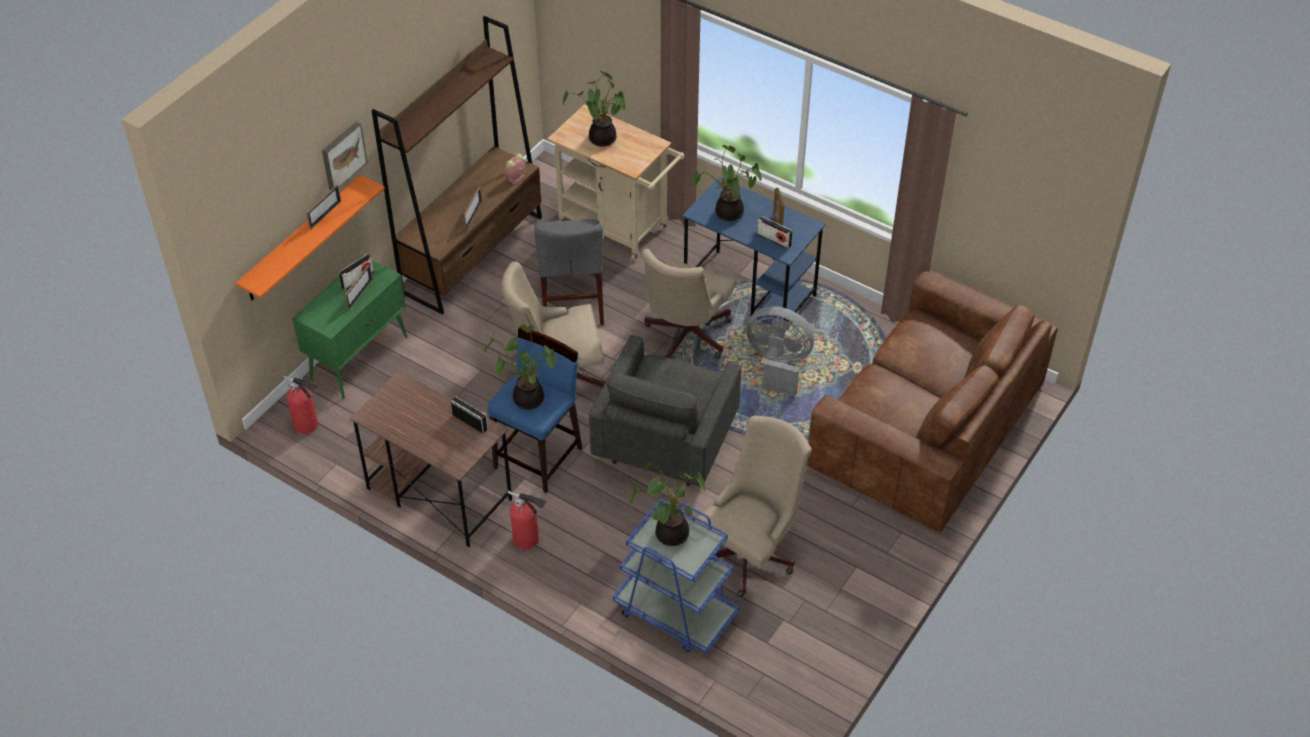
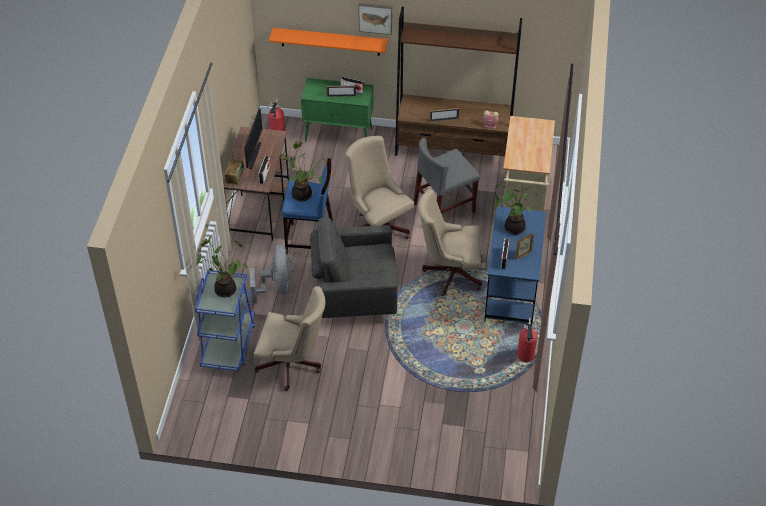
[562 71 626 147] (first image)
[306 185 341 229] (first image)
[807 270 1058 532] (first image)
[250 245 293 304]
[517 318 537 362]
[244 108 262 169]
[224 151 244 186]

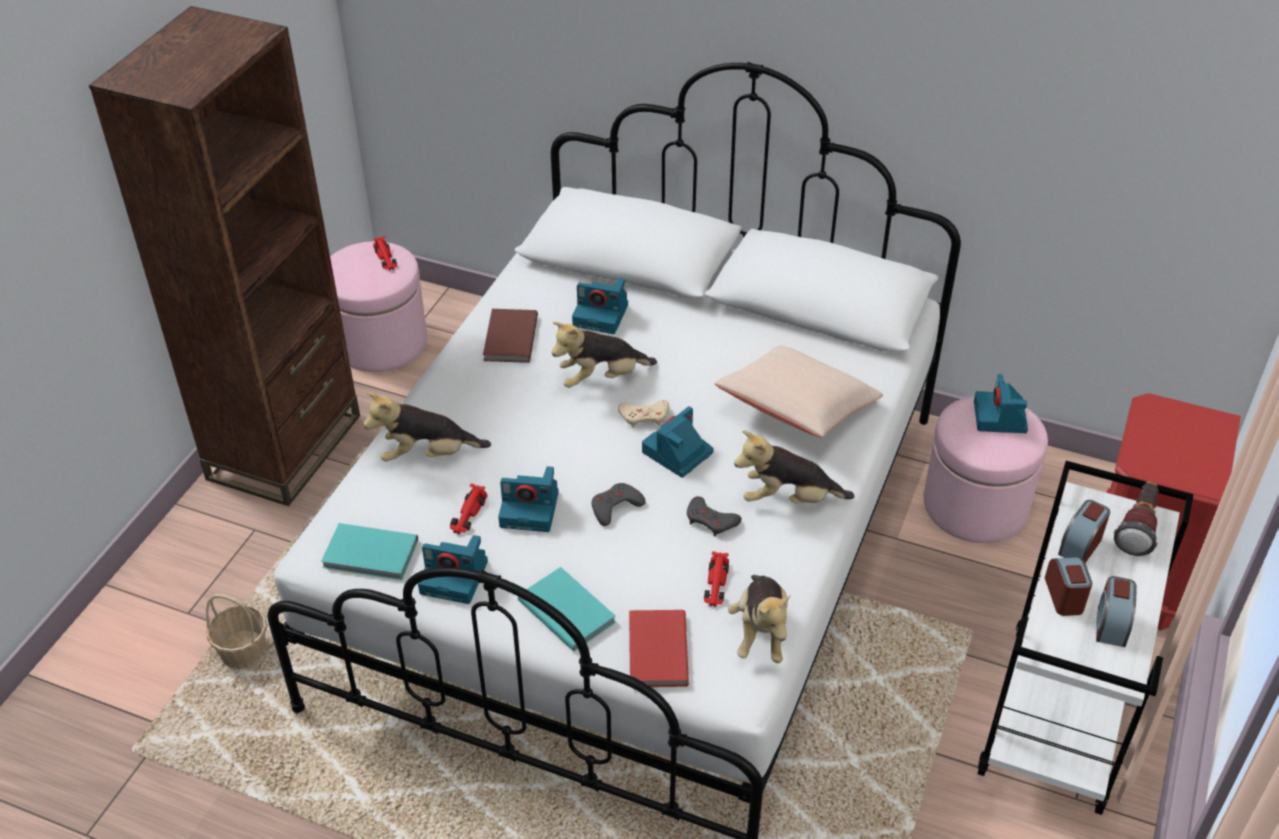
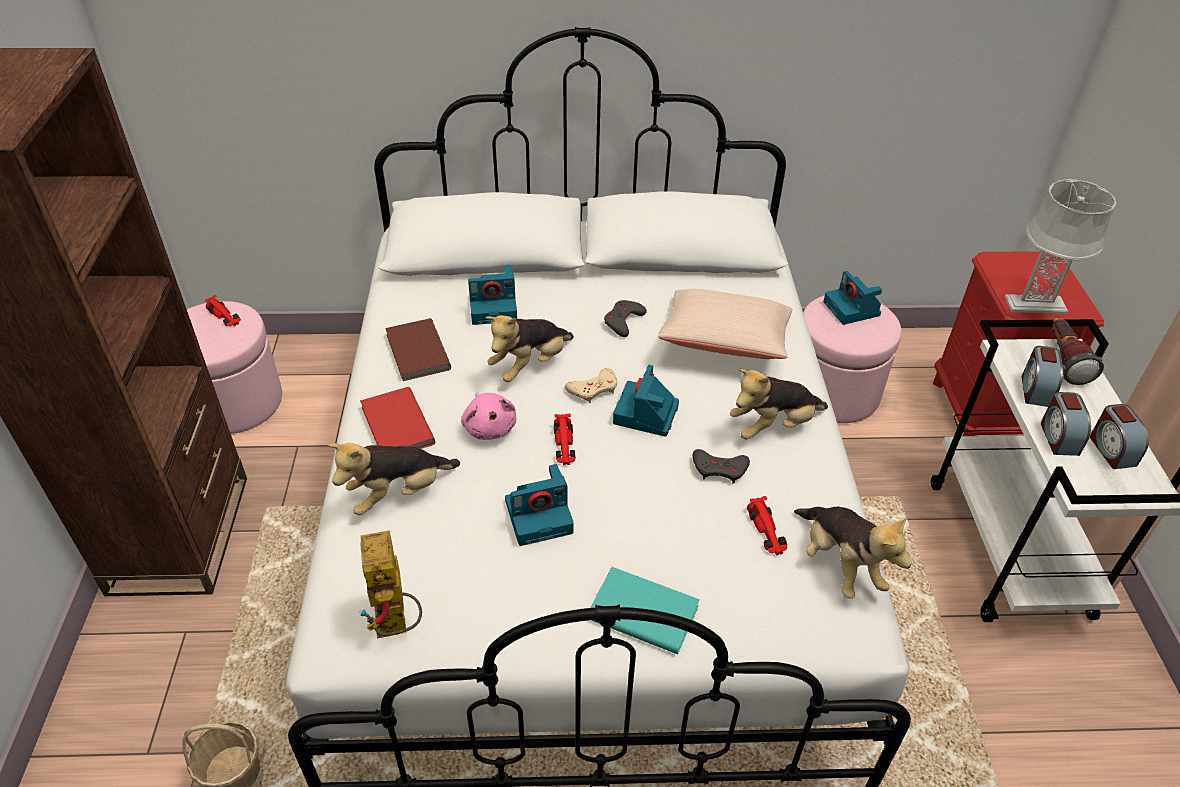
[554 414 576 465]
[604 300 647 337]
[359 531 422 638]
[418 535 488 604] (first image)
[1041 392 1091 456]
[360 387 435 449]
[1004 179 1116 314]
[461 393 516 440]

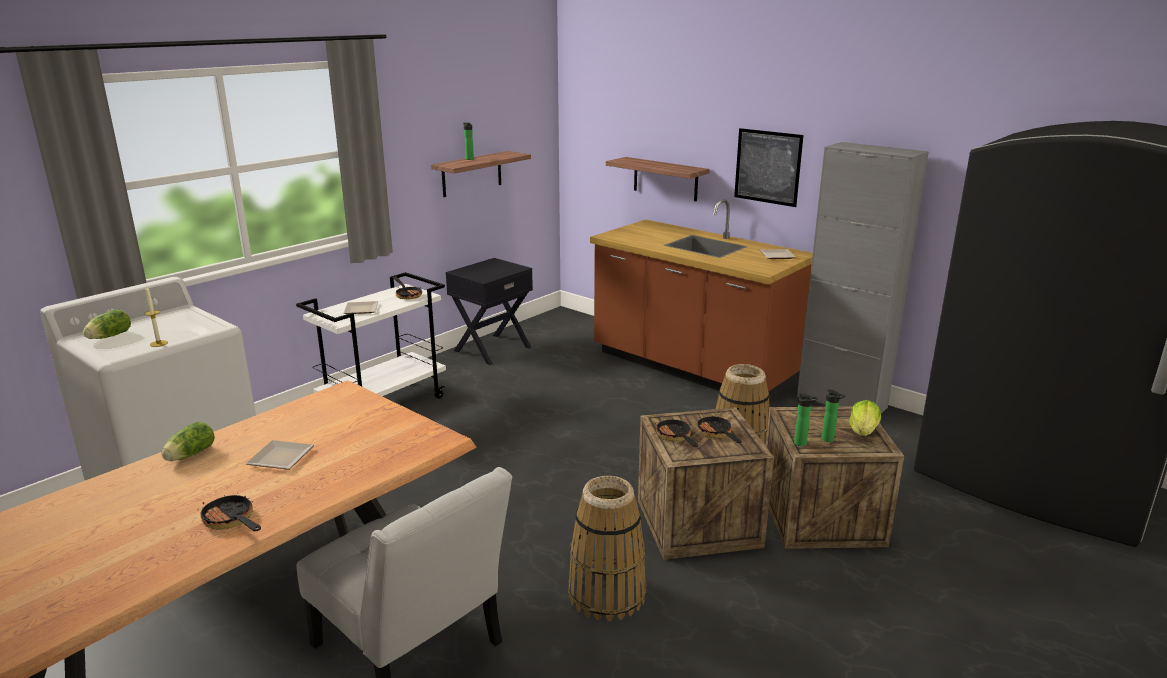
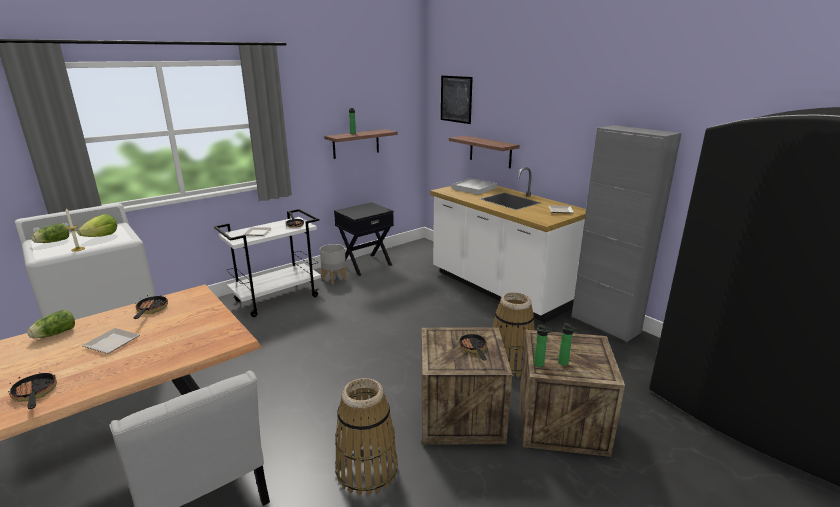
[441 75 473 124]
[430 167 586 323]
[77 214 117 237]
[133 295 168 319]
[452 178 497 195]
[320 244 347 285]

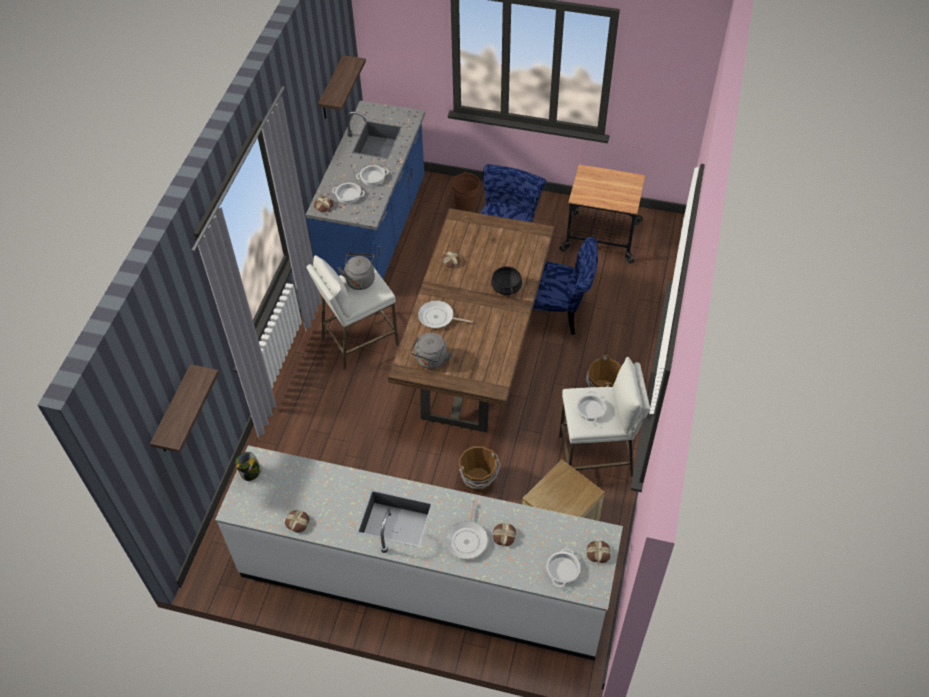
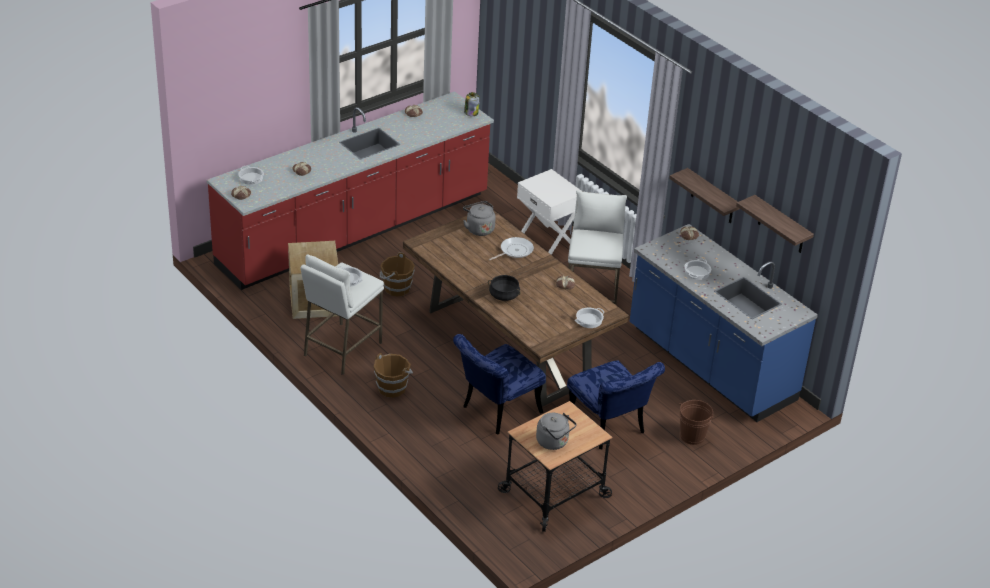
[575 308 604 328]
[536 413 577 450]
[669 168 740 223]
[207 91 494 290]
[445 501 488 559] (first image)
[517 169 581 255]

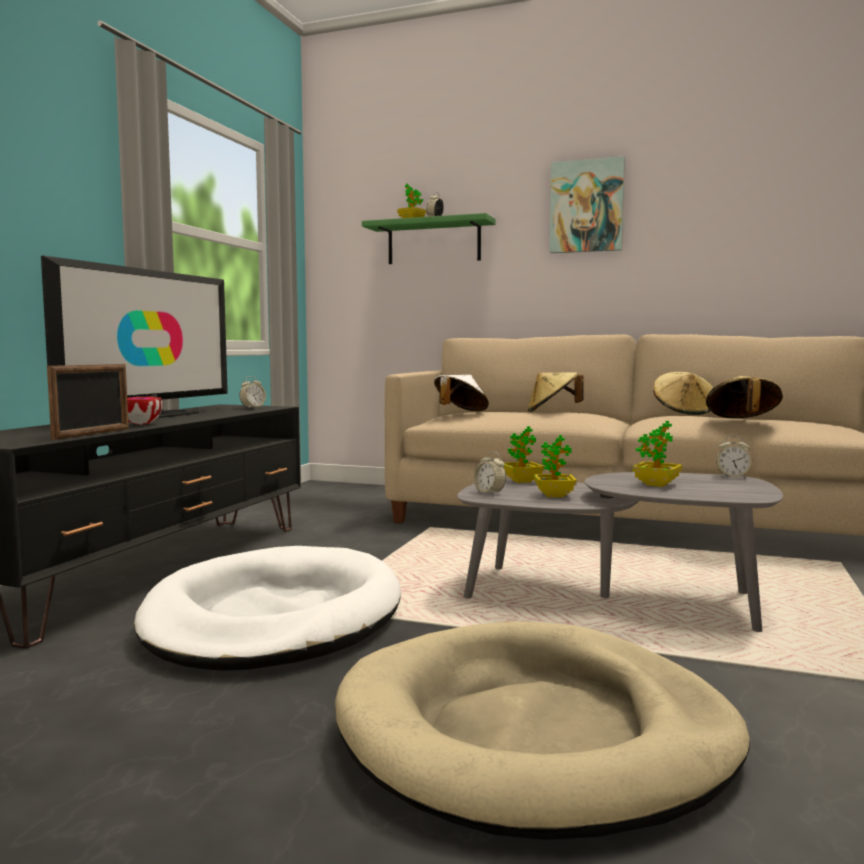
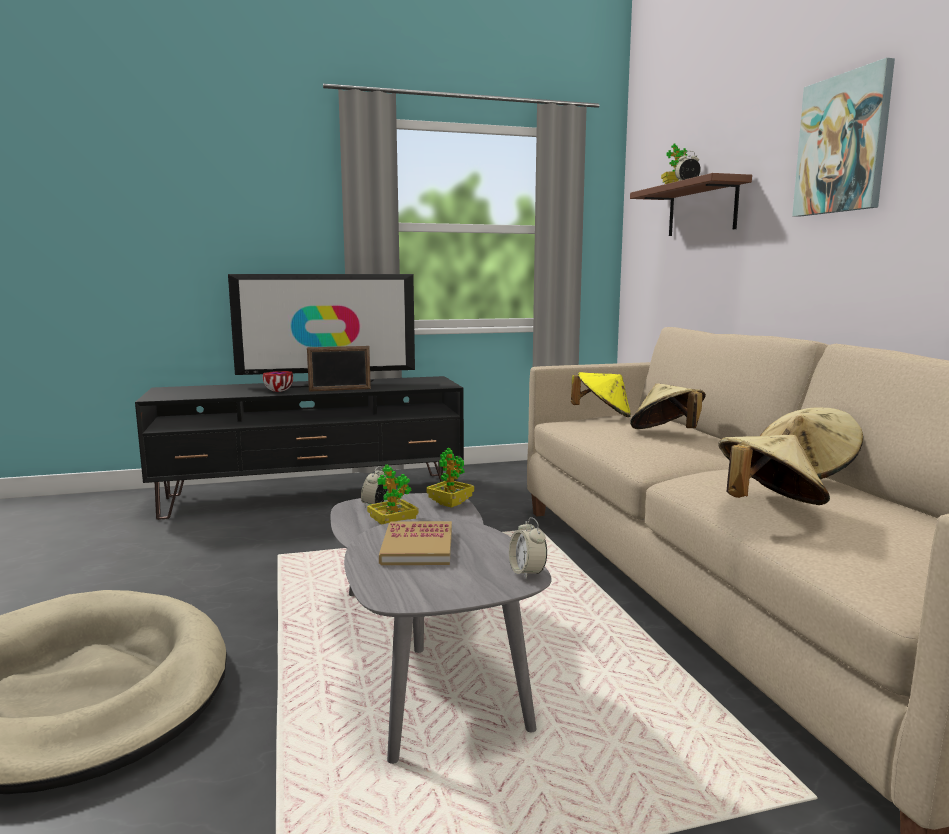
[630 173 752 236]
[307 346 371 392]
[571 372 631 417]
[239 376 266 408] (first image)
[379 521 452 565]
[134 546 401 671] (first image)

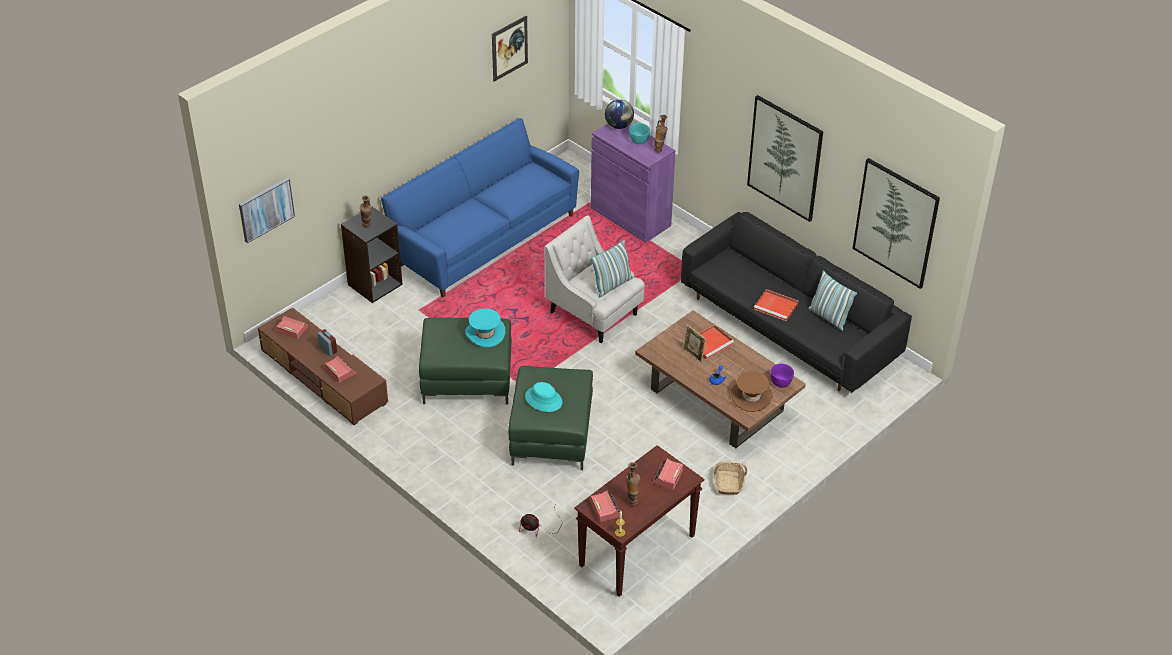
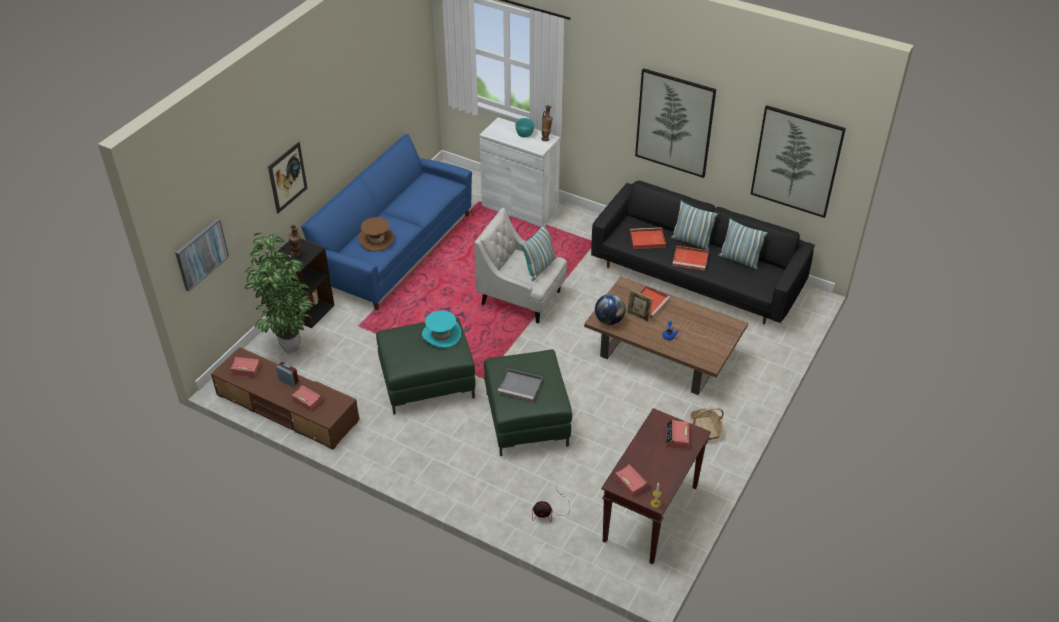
[268 142 307 214]
[595 294 626 325]
[479 117 560 227]
[770 364 794 388] (first image)
[358 217 394 252]
[498 369 543 402]
[626 462 640 506] (first image)
[671 201 718 250]
[630 227 666 249]
[245 233 313 354]

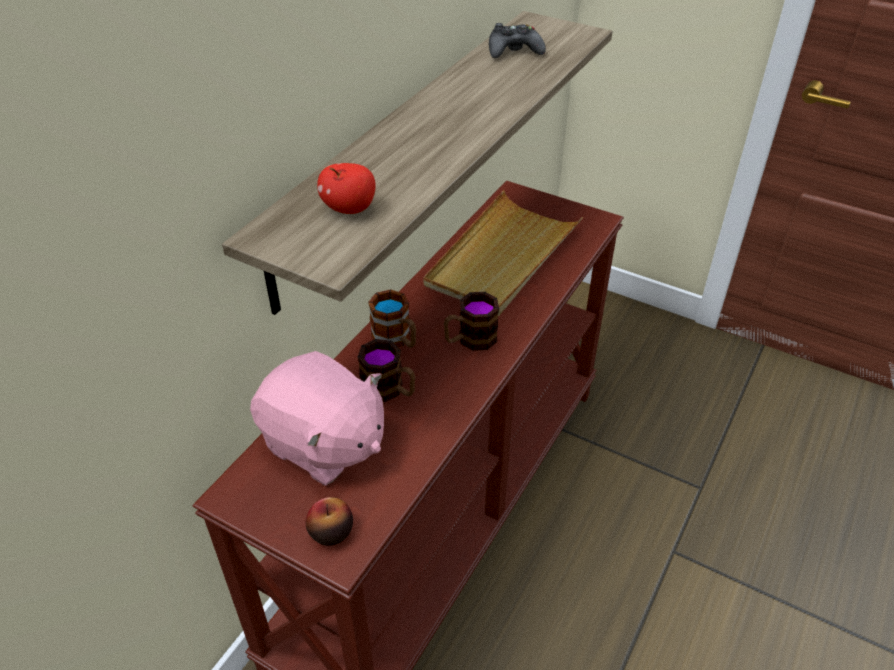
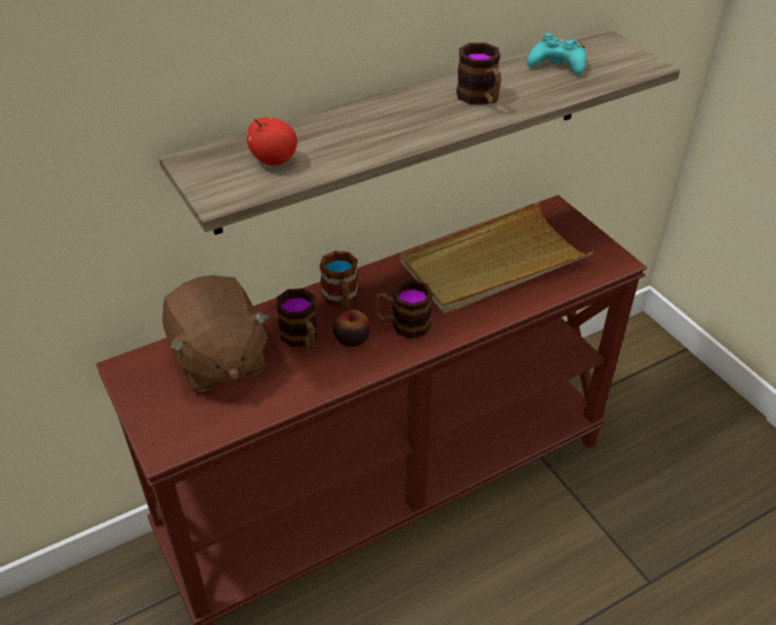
[527 33 586 75]
[162 275 270 392]
[333 310 371 347]
[456 43 501 105]

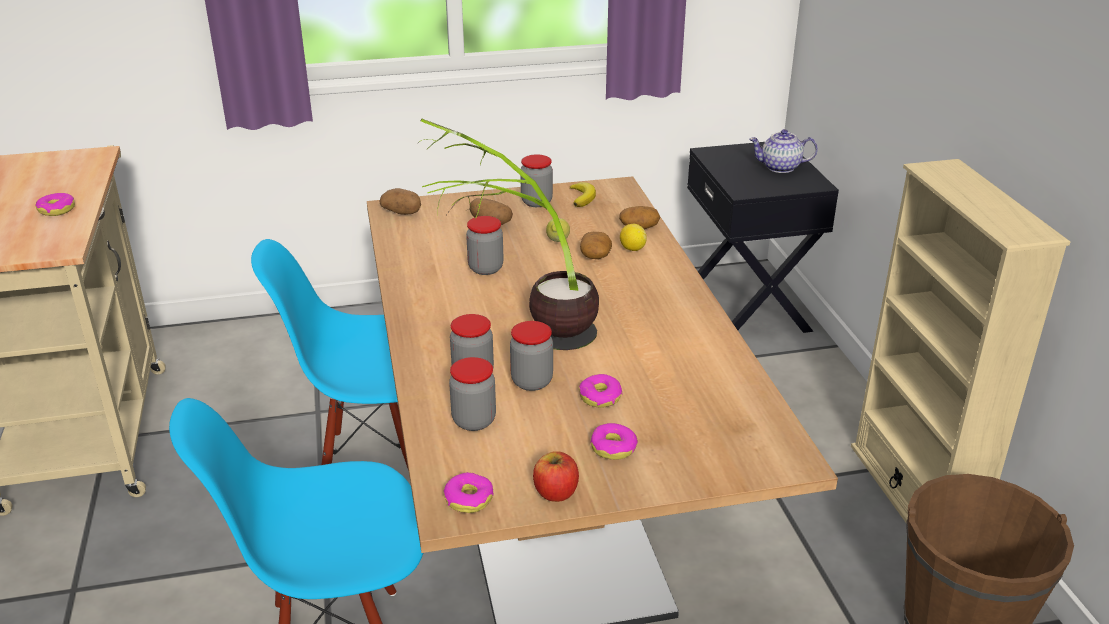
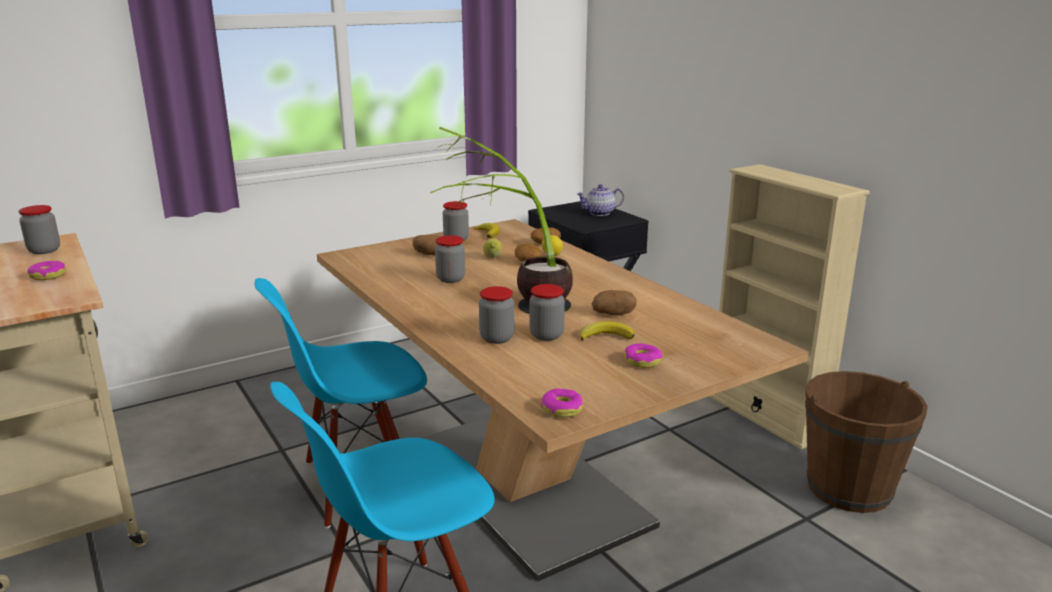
[592 290 637 315]
[18 205 60 254]
[580 321 635 341]
[533 451 579 502] (first image)

